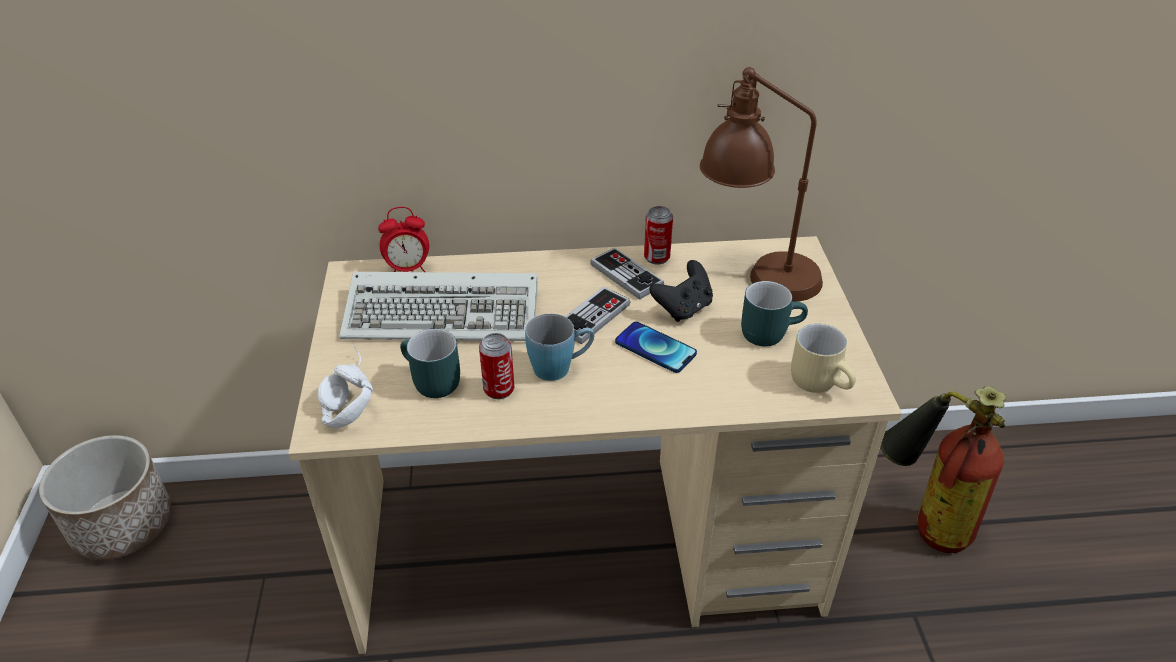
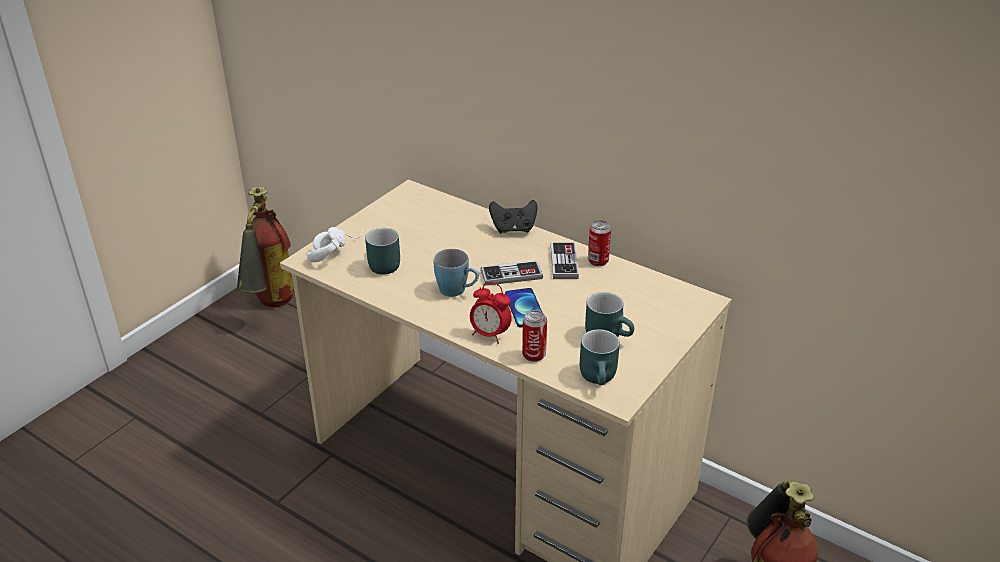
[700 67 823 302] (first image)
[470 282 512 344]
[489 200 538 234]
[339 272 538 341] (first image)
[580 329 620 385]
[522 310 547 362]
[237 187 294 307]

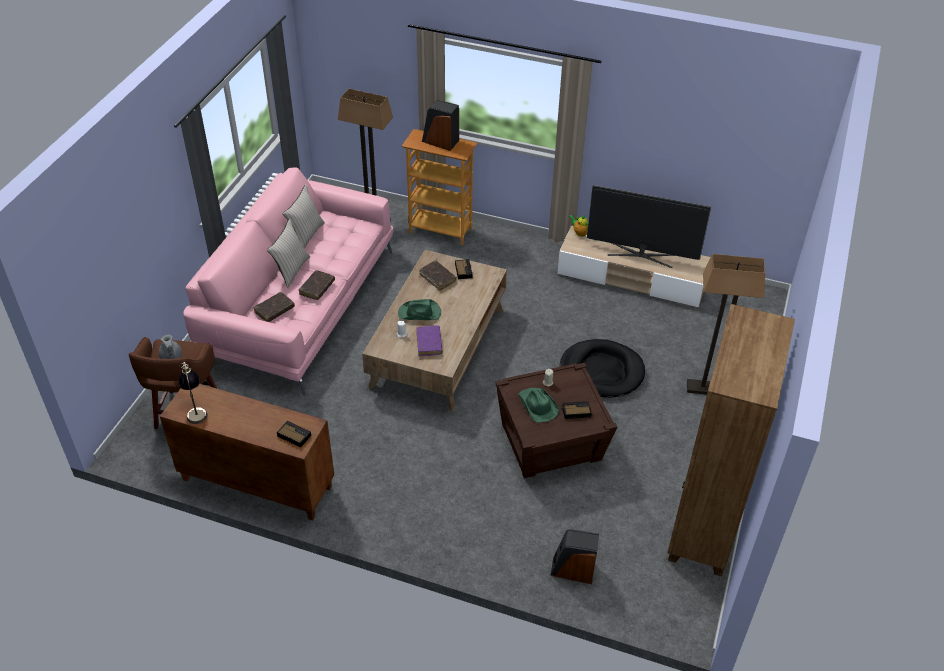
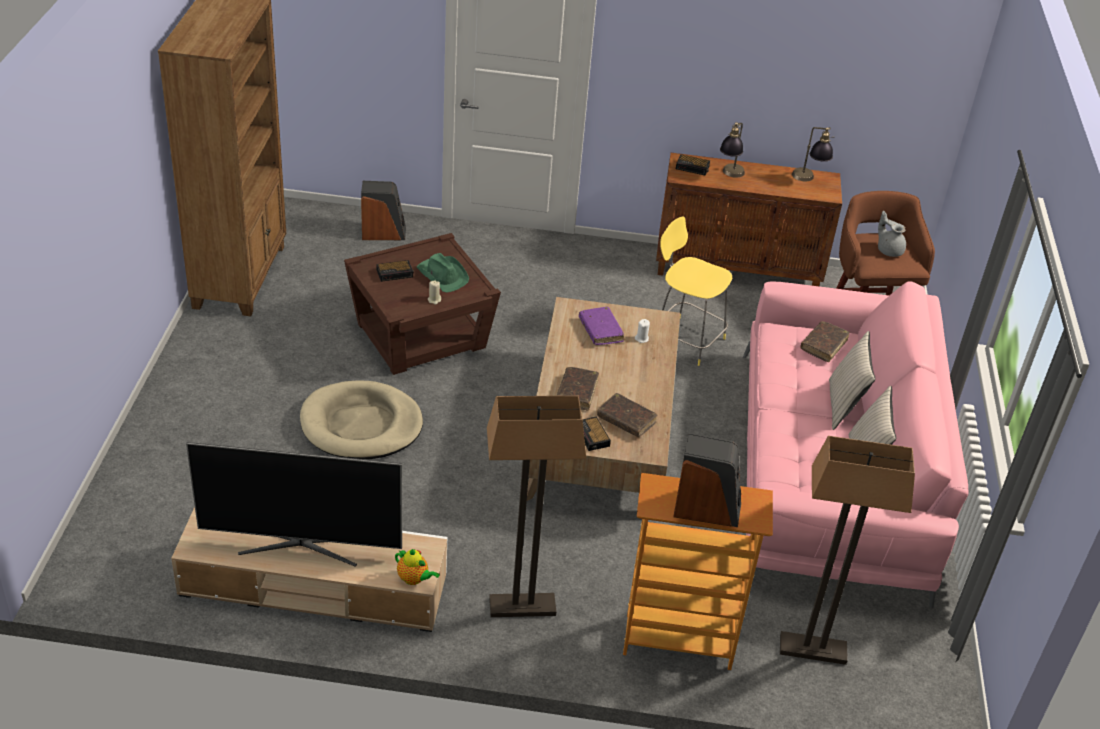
[487 396 586 617]
[557 367 599 410]
[398 299 441 320] (first image)
[300 380 423 459]
[720 122 745 178]
[660 216 732 366]

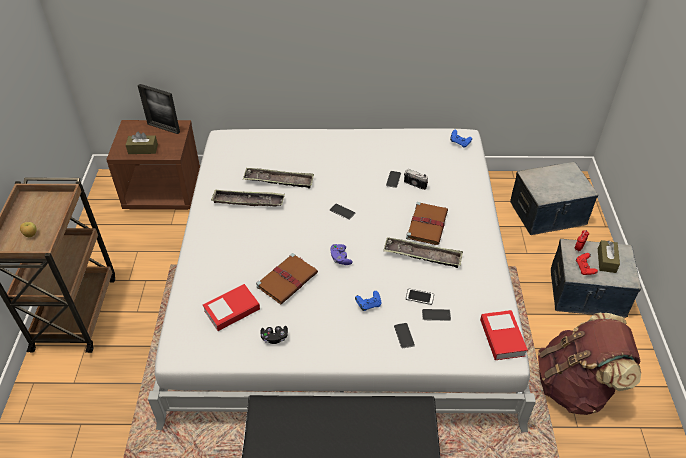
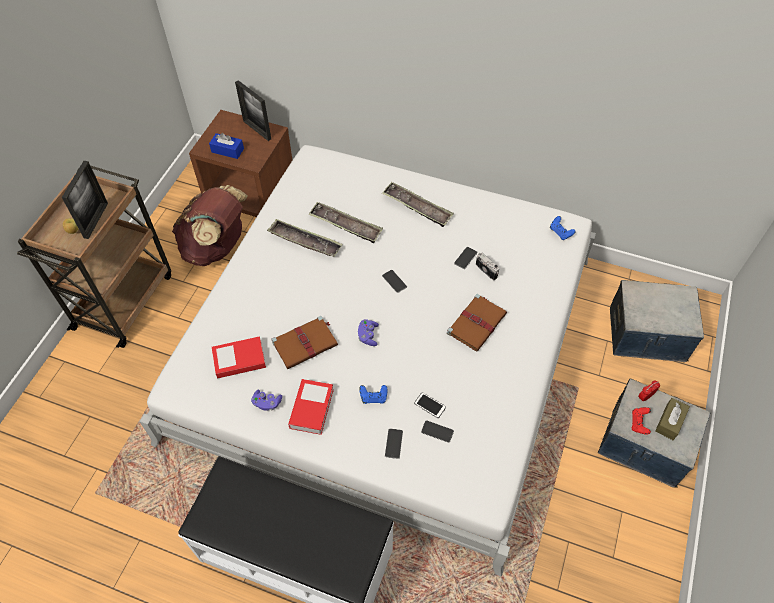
[209 133 244 159]
[382 182 454 227]
[288 379 334 435]
[172 185 248 266]
[251 390 282 411]
[62 161 108 239]

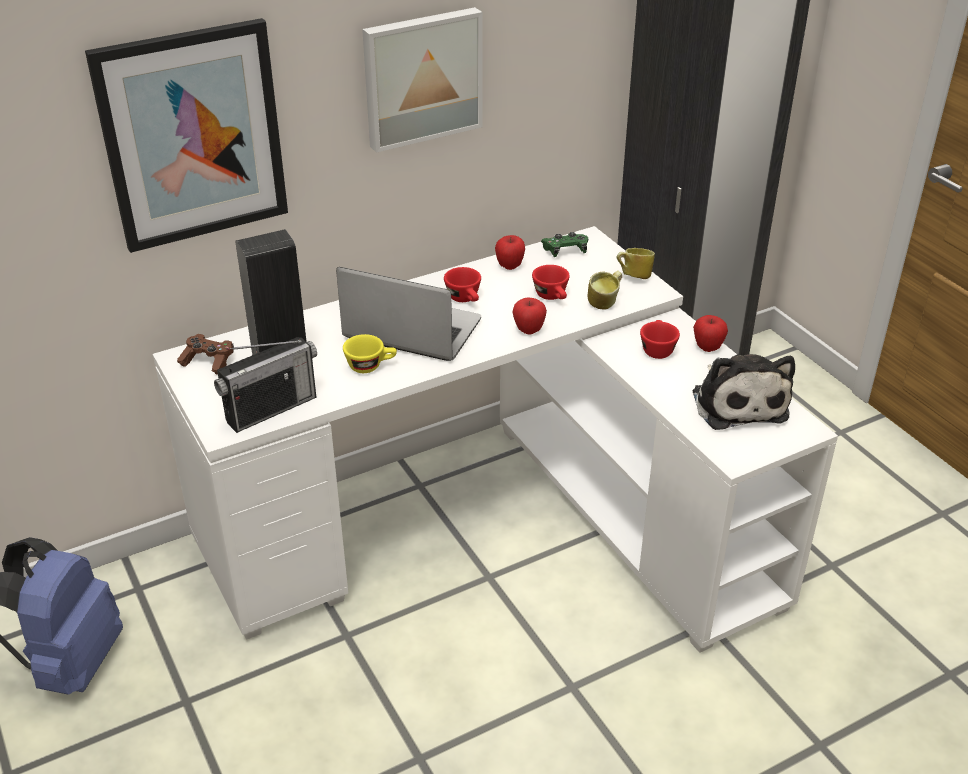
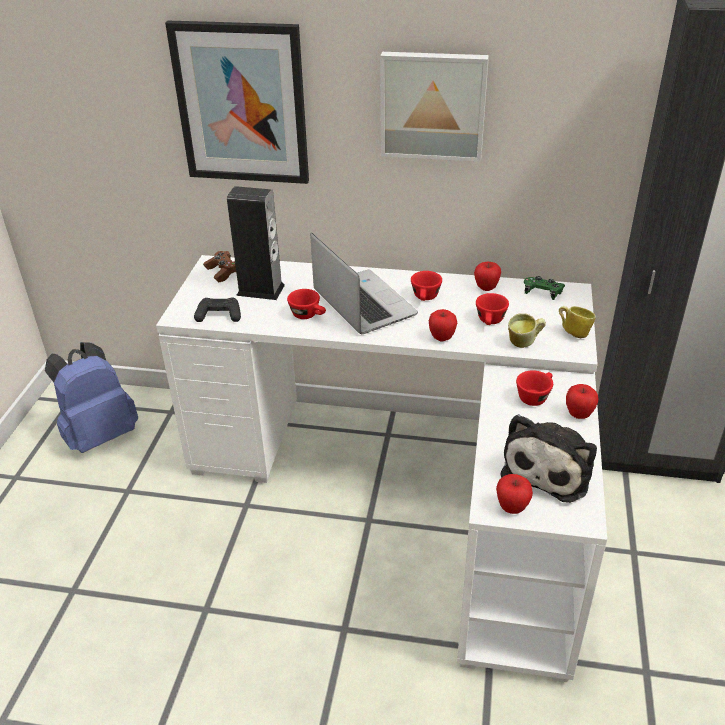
[287 289 326 319]
[194 297 241 322]
[496 474 533 514]

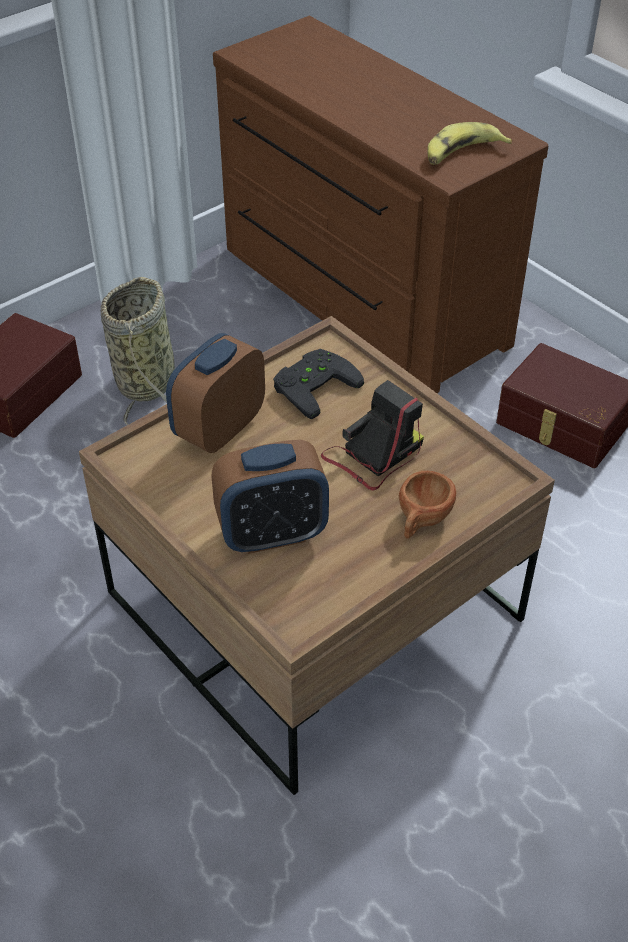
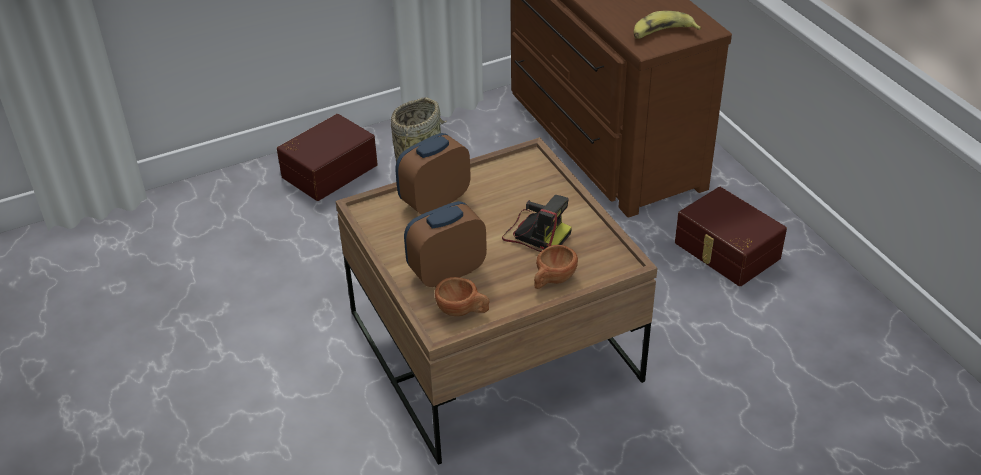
[273 349 364 419] (first image)
[502 195 572 252]
[404 201 487 287]
[435 277 490 316]

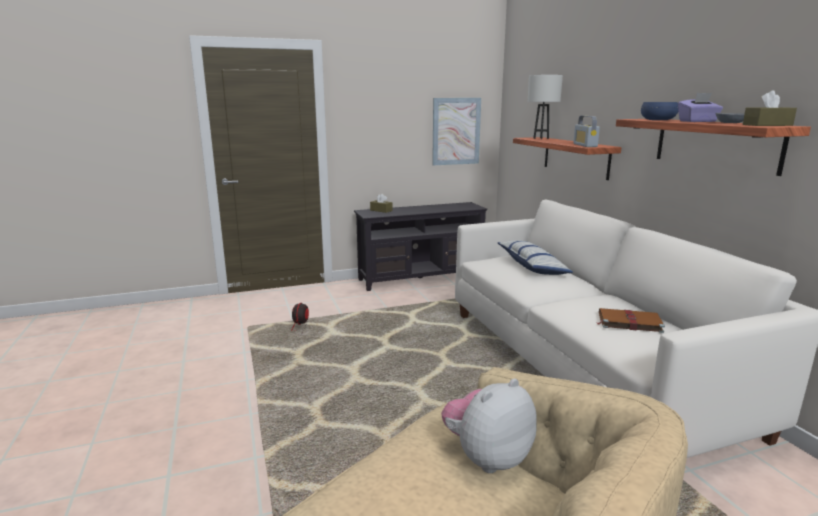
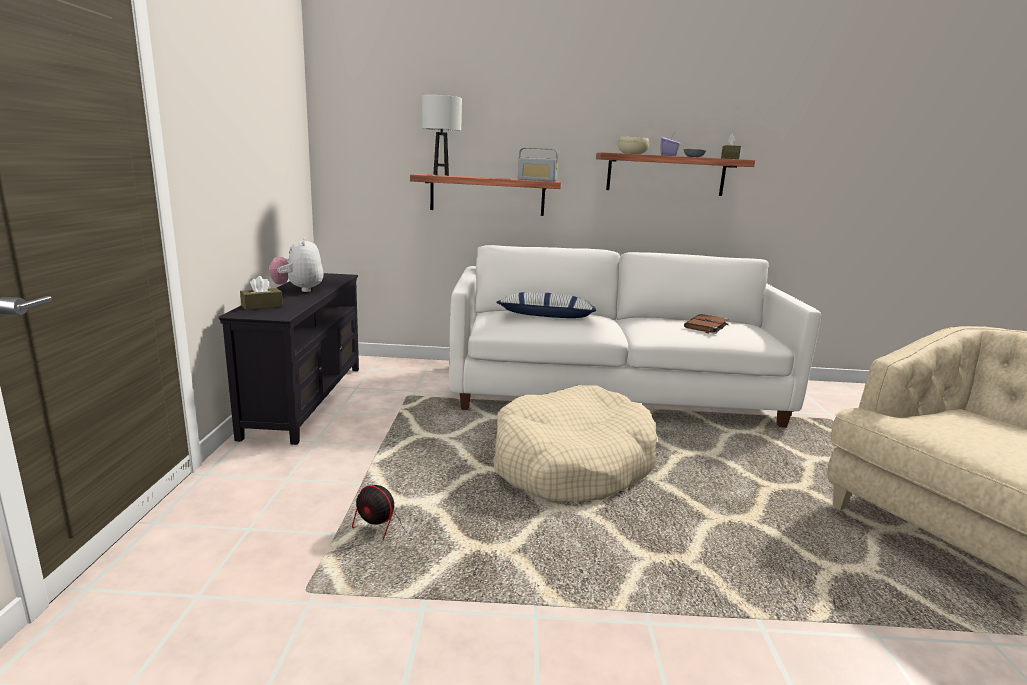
[432 98 481 165] (first image)
[618 137 649 154]
[269 237 324 292]
[493 385 657 503]

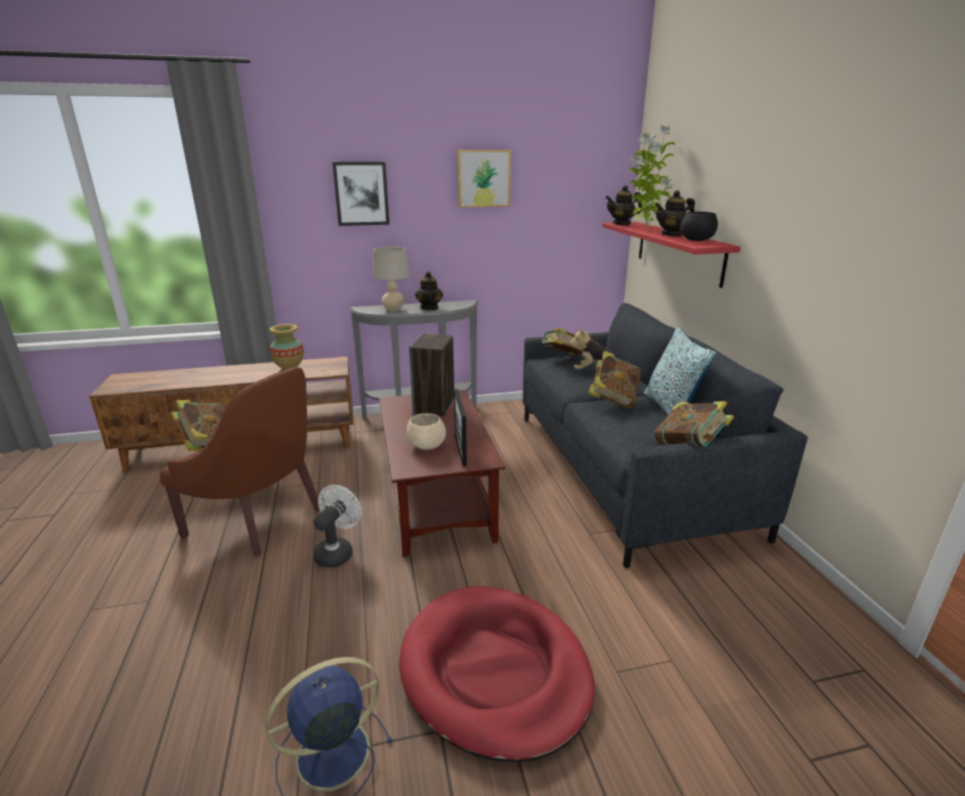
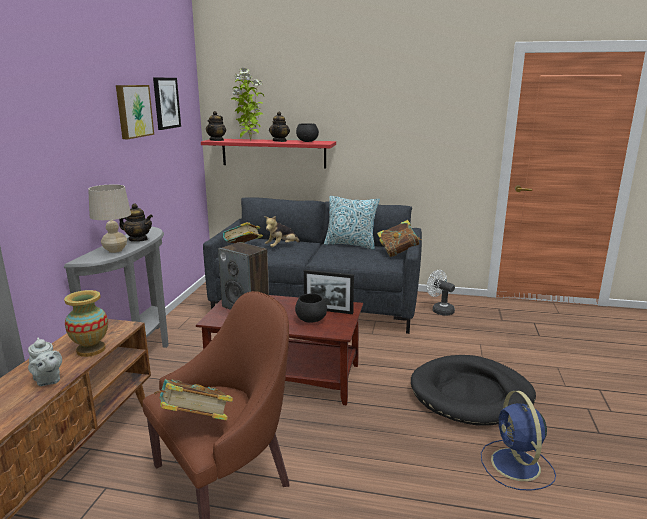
[153 77 181 130]
[589 351 641 408] (first image)
[295 293 327 323]
[427 270 455 316]
[411 355 536 426]
[28 338 62 386]

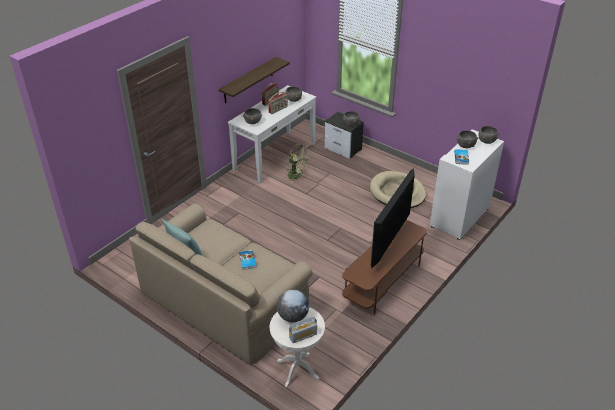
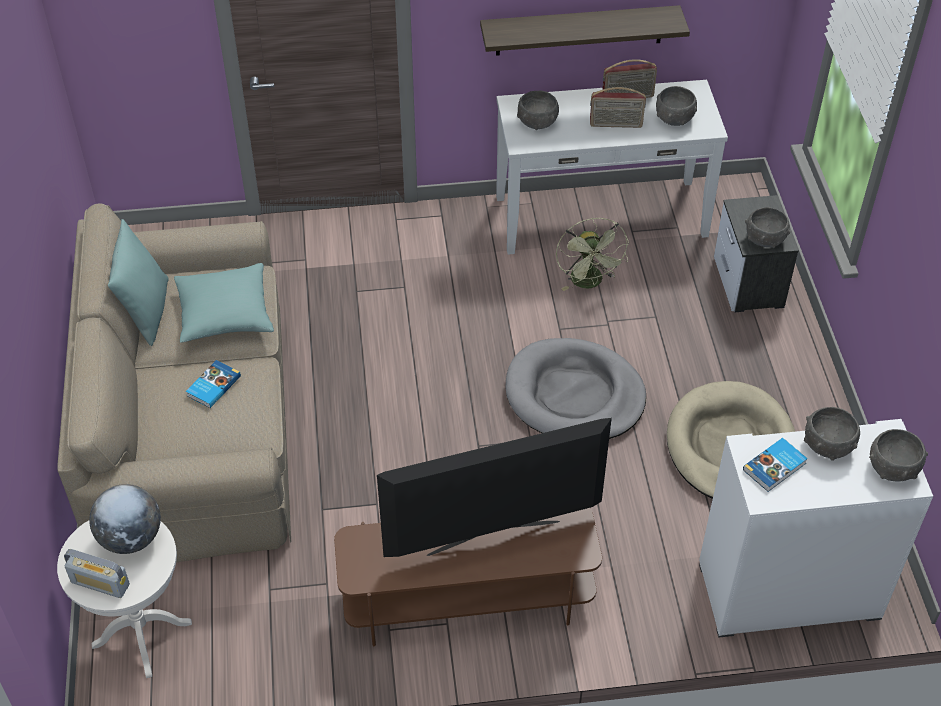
[174 263 274 343]
[505 338 646 439]

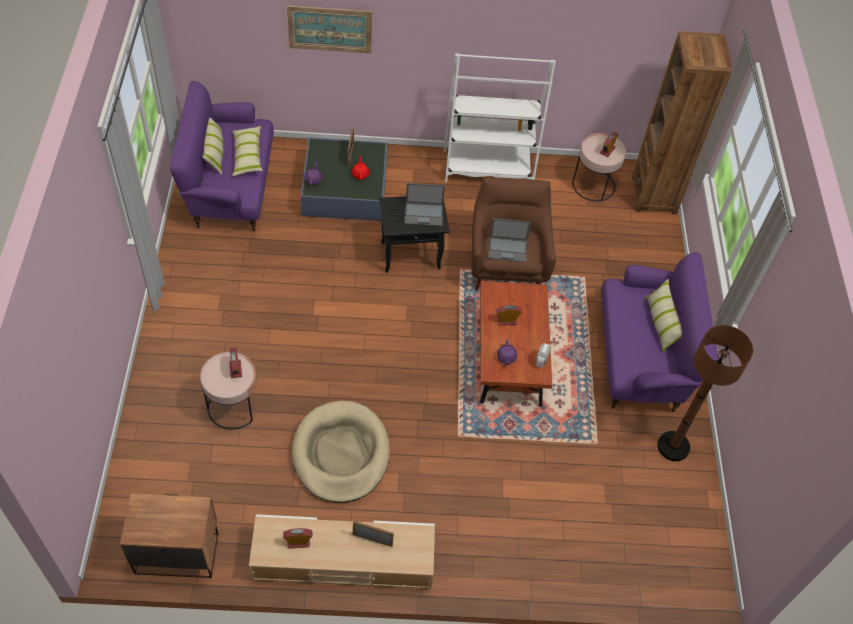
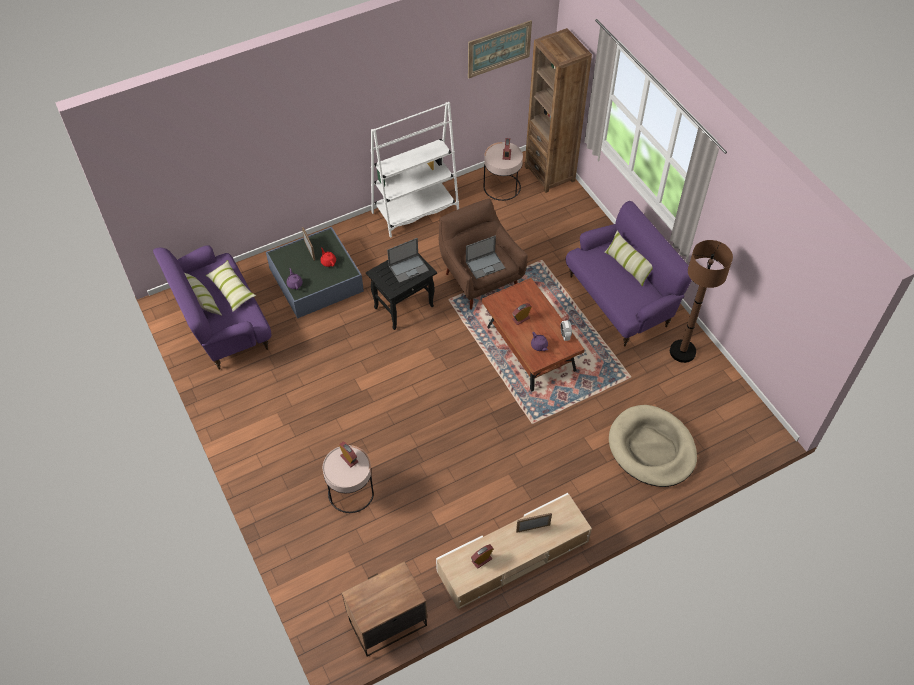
[468 20 532 78]
[609 405 697 487]

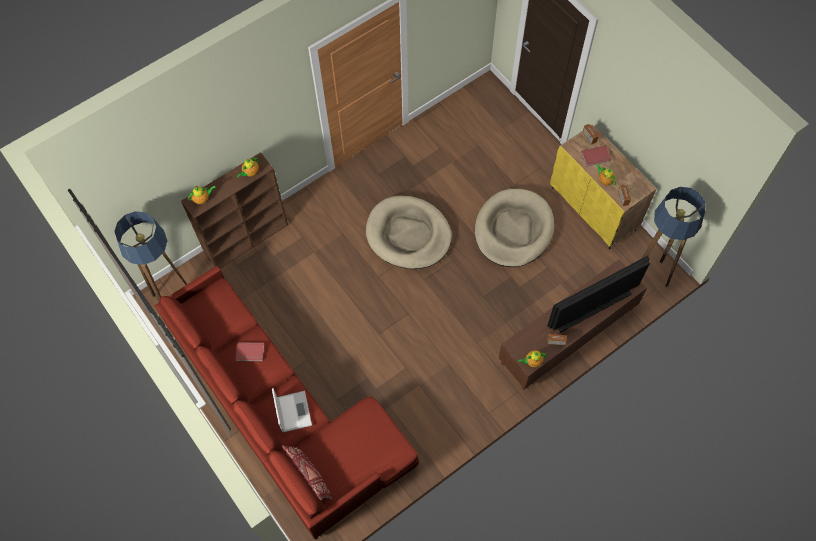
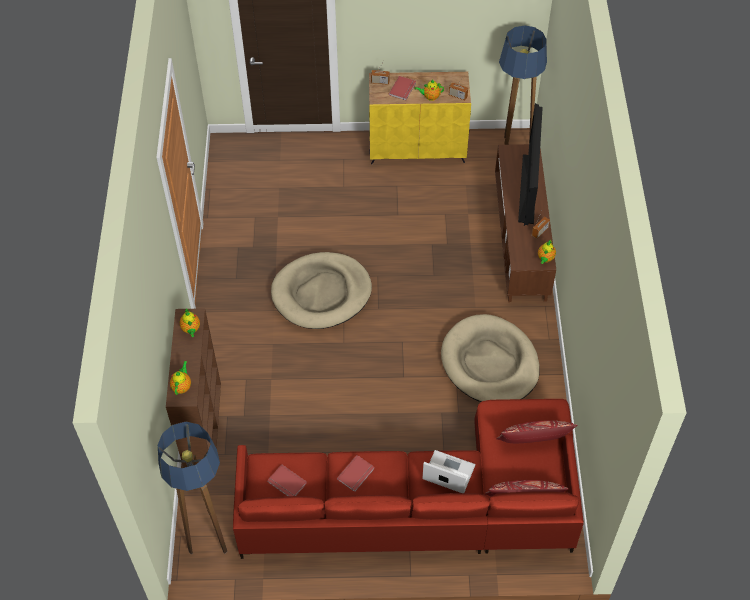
[441 314 540 402]
[497 420 578 443]
[267 464 307 496]

